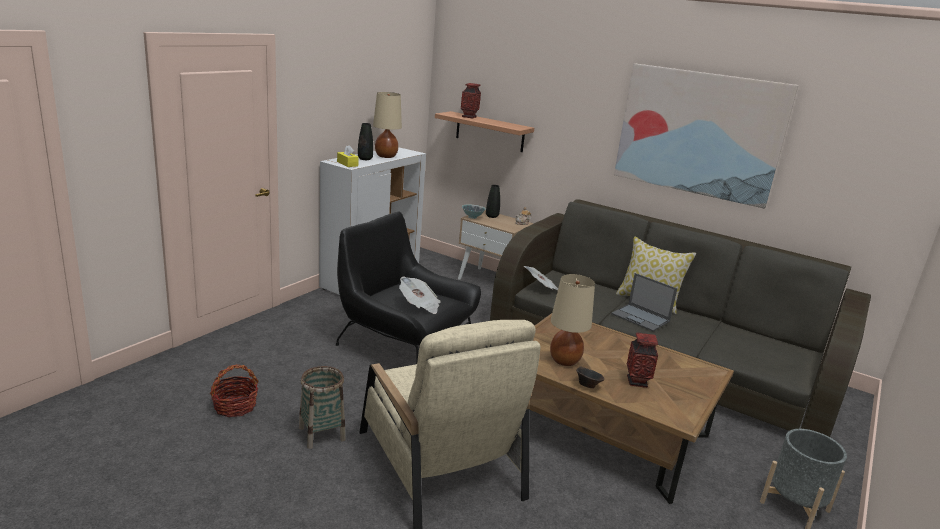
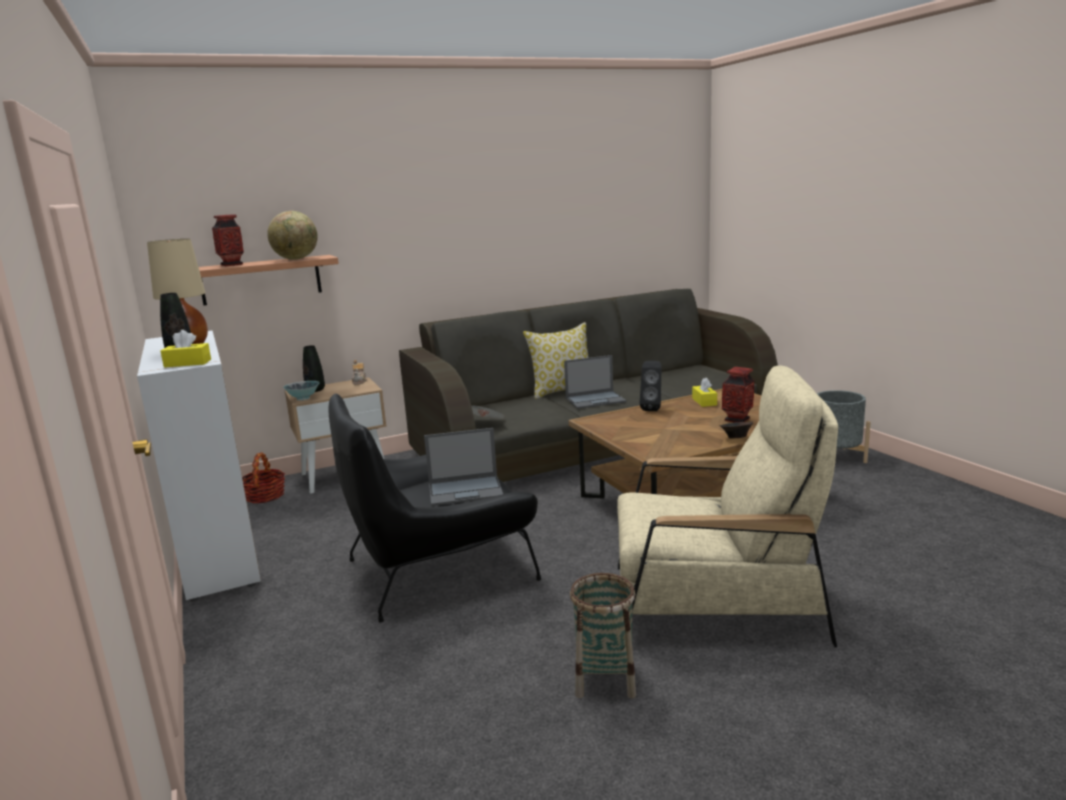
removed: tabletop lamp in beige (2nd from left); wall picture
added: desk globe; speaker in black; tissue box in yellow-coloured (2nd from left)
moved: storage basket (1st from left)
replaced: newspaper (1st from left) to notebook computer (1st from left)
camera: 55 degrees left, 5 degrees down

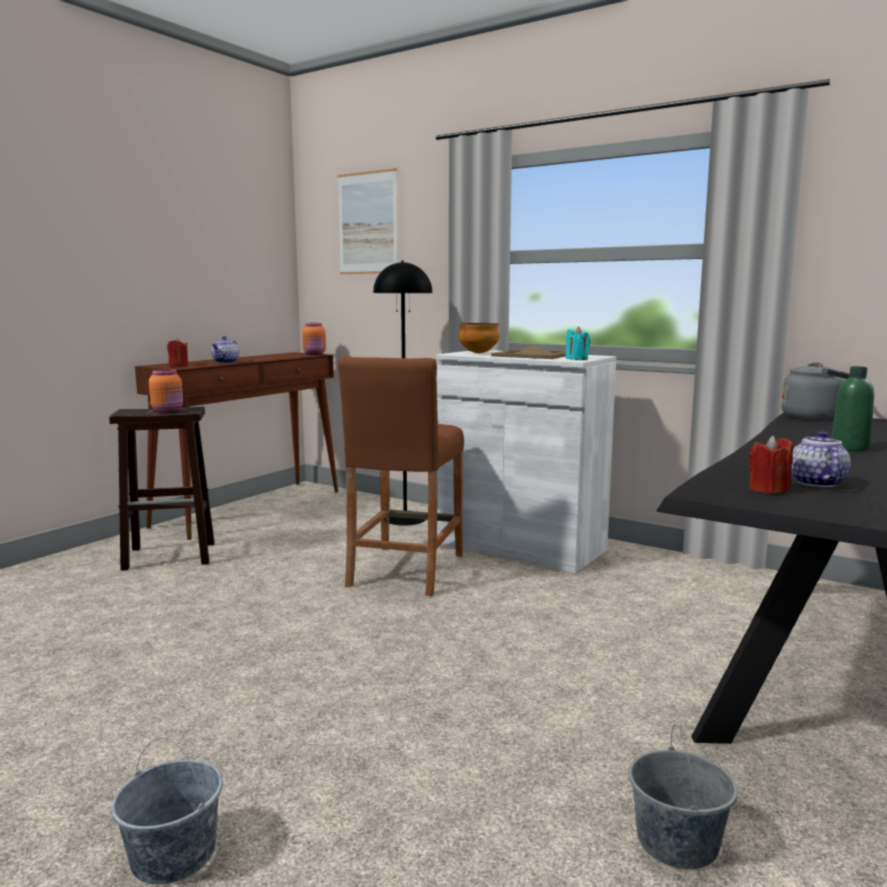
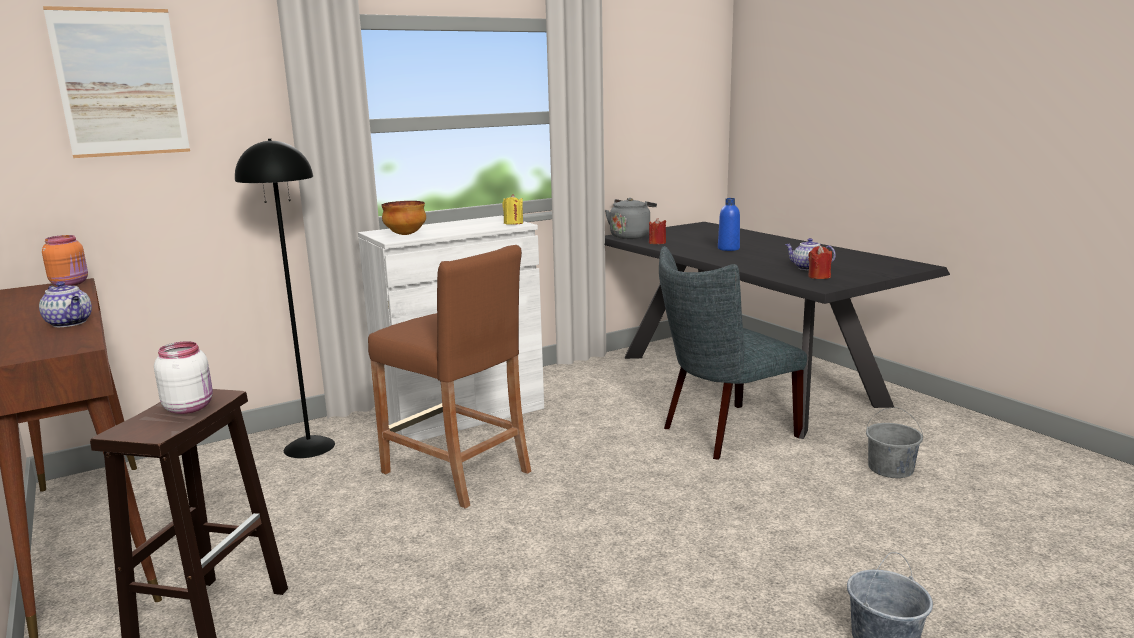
removed: carrying tray in beige
added: upright chair in greyish
moved: wax candle in red-coloured (1st from left)
recoloured: jar in orange (1st from left) to jar in white; wax candle in turquoise to wax candle in yellow-coloured; bottle in greenish to bottle in blue
camera: 65 degrees left, 5 degrees up

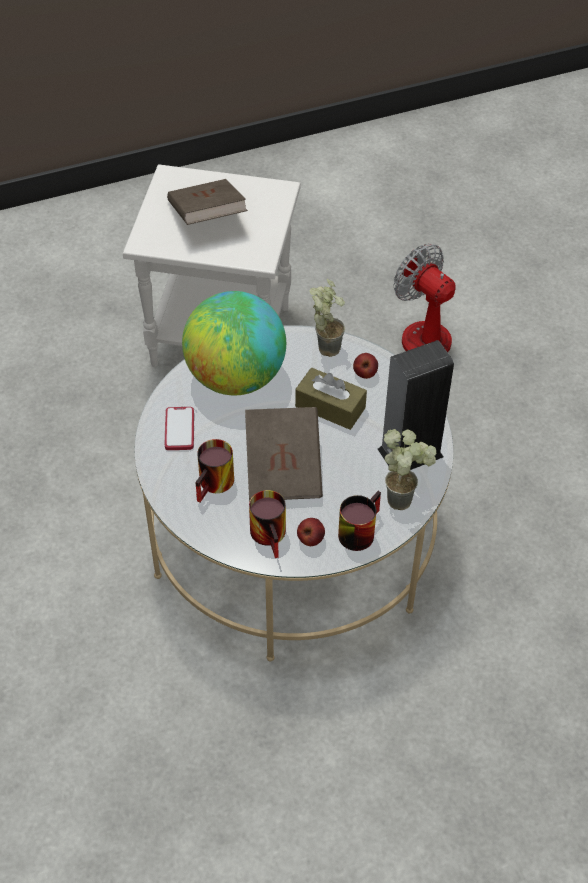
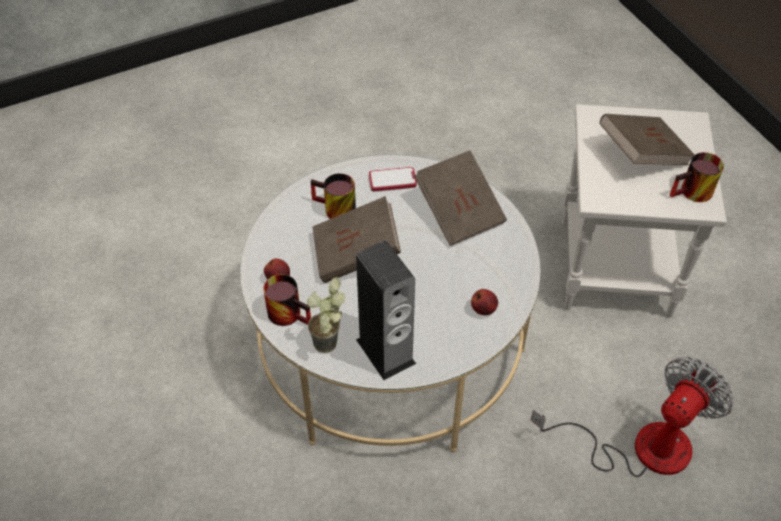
removed: tissue box in brown; potted plant (1st from left)
moved: mug (2nd from left in the first image) to mug (3rd from left)
replaced: desk globe to bound book in brown (2nd from left)
camera: 85 degrees right, 0 degrees up

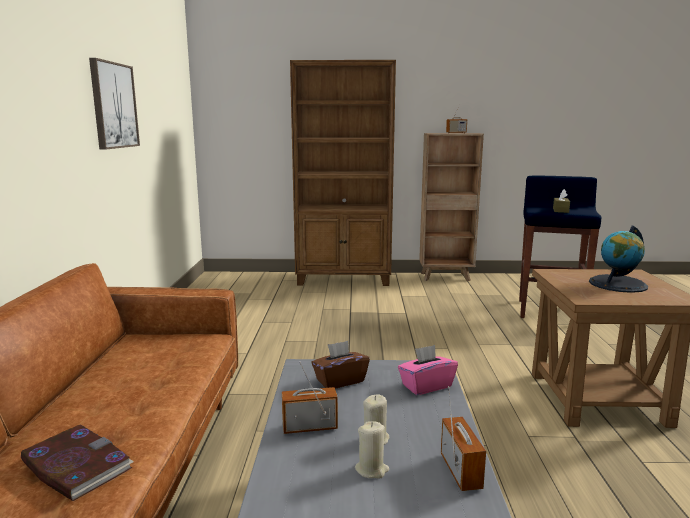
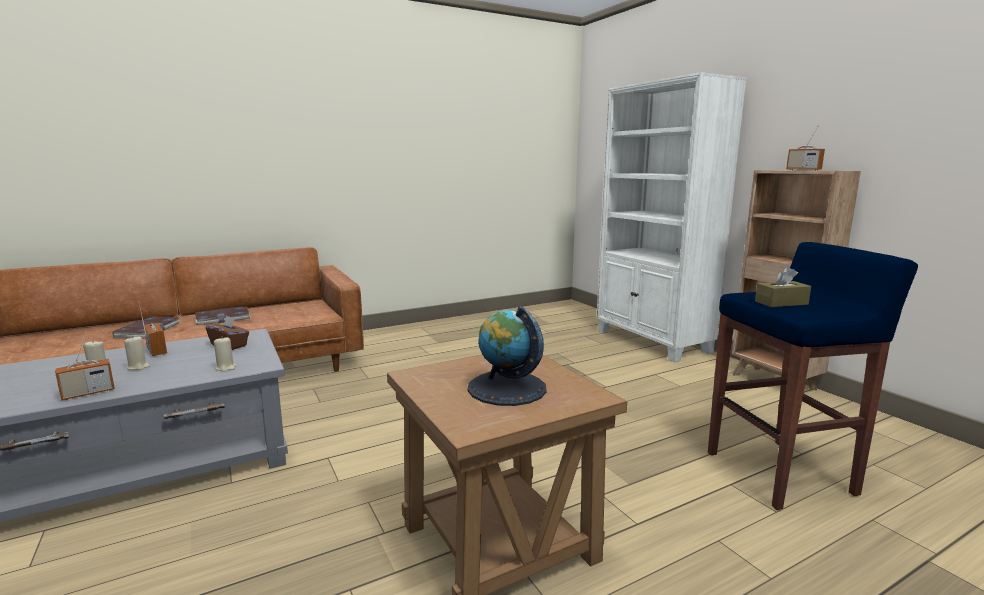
removed: wall picture
added: bound book (2nd from left)
replaced: tissue box in pink to wax candle in beige (3rd from left)
recoloured: bookshelf in brown (1st from left) to bookshelf in white
camera: 60 degrees right, 0 degrees up

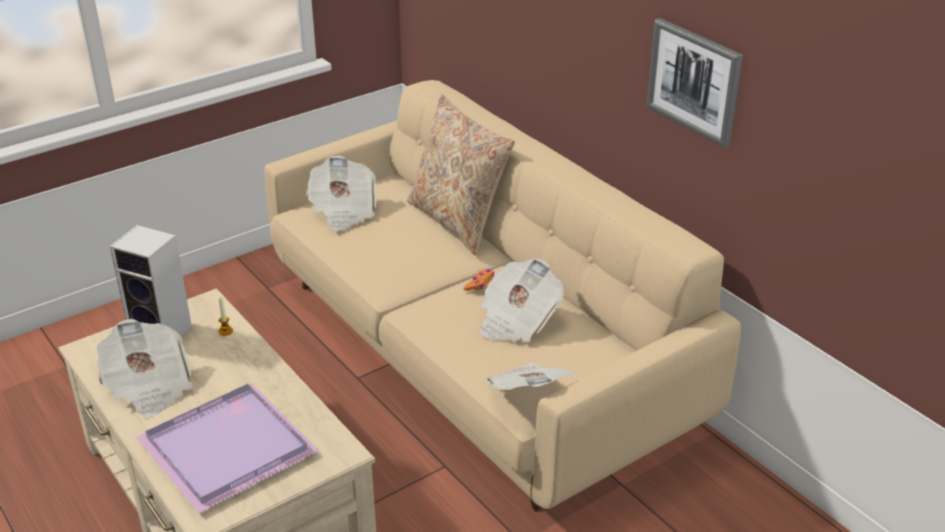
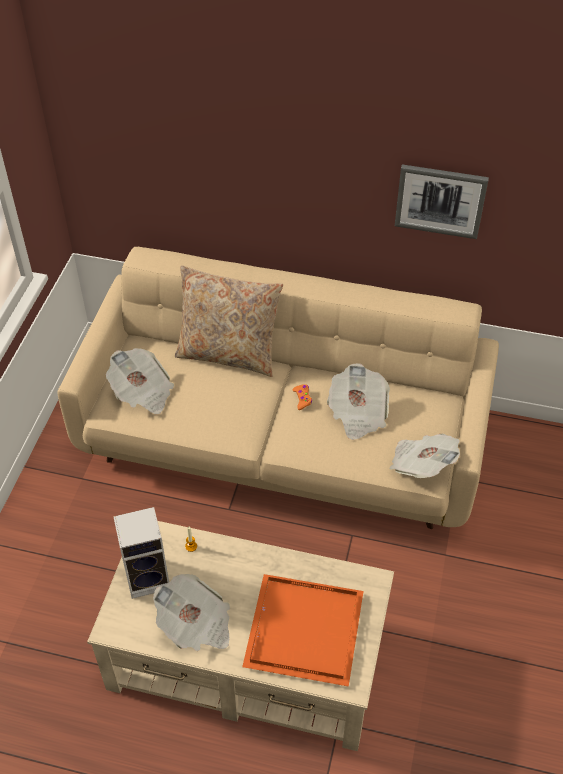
recoloured: carrying tray in purple-coloured to carrying tray in orange
camera: 40 degrees left, 15 degrees up

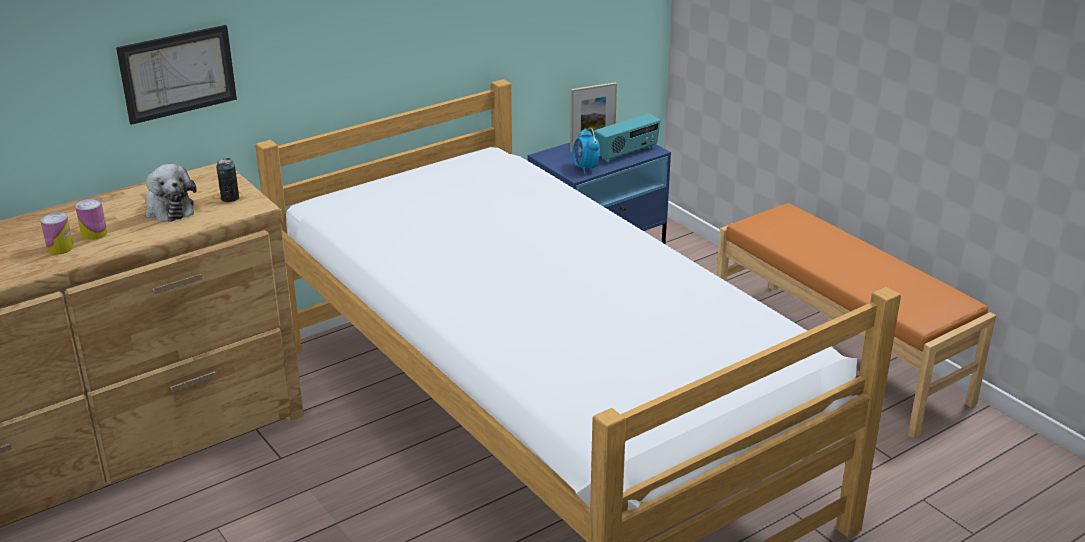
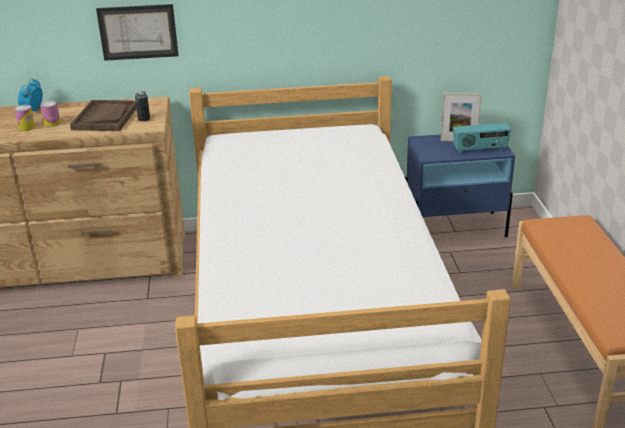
moved: bedside clock
replaced: soft toy to carrying tray in brown
camera: 30 degrees right, 0 degrees up

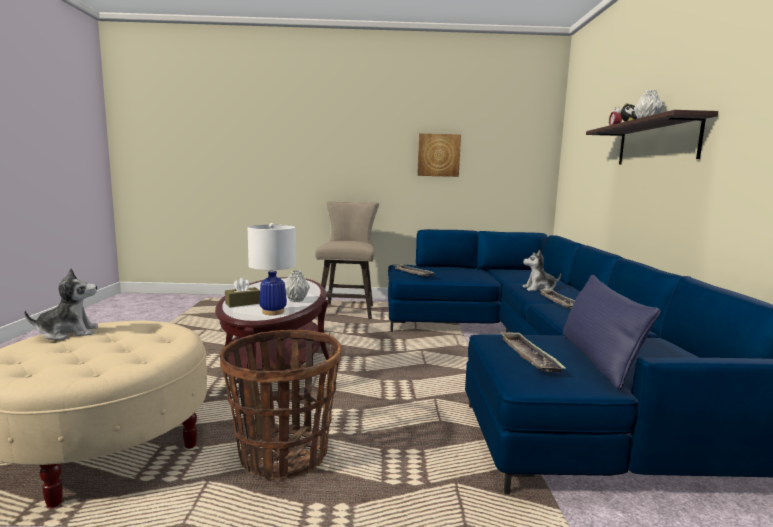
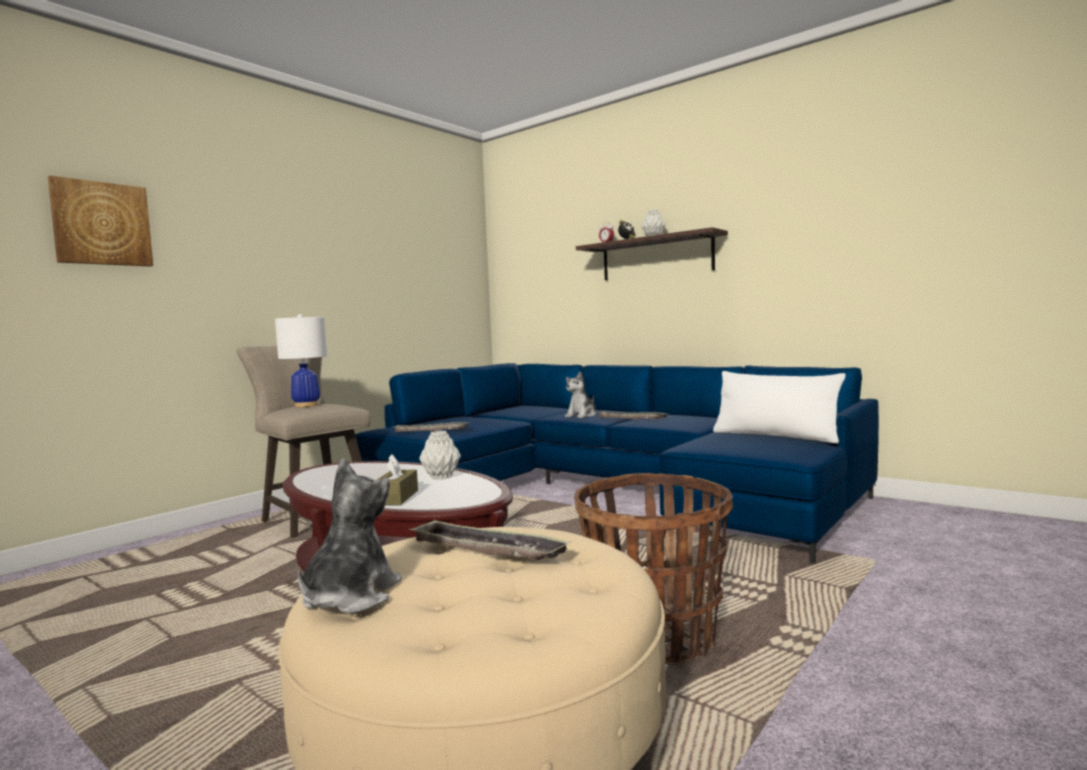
moved: tabletop lamp in white; wall picture; carrying tray (2nd from left)
recoloured: cushion in blue to cushion in white
camera: 50 degrees left, 5 degrees down

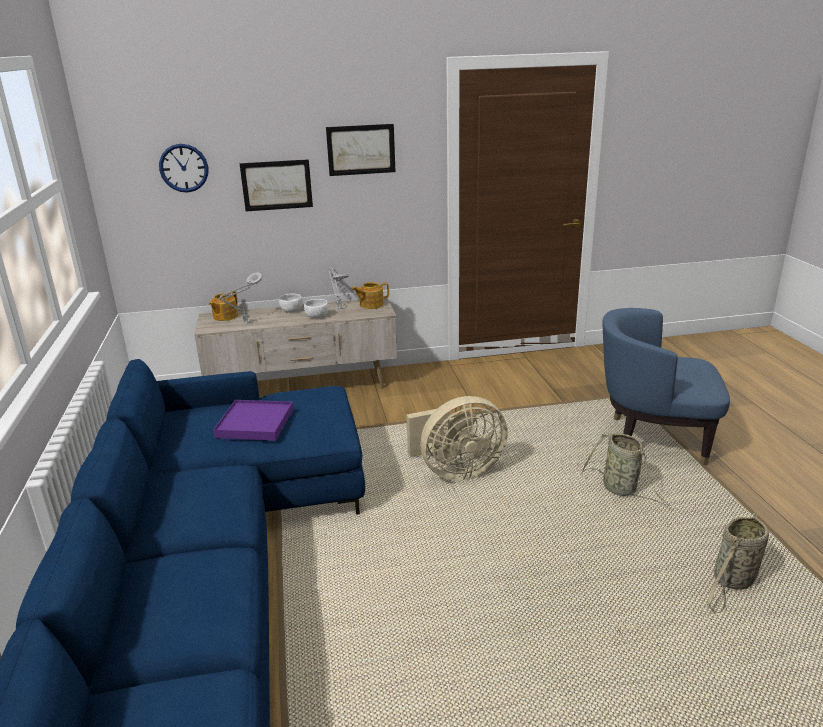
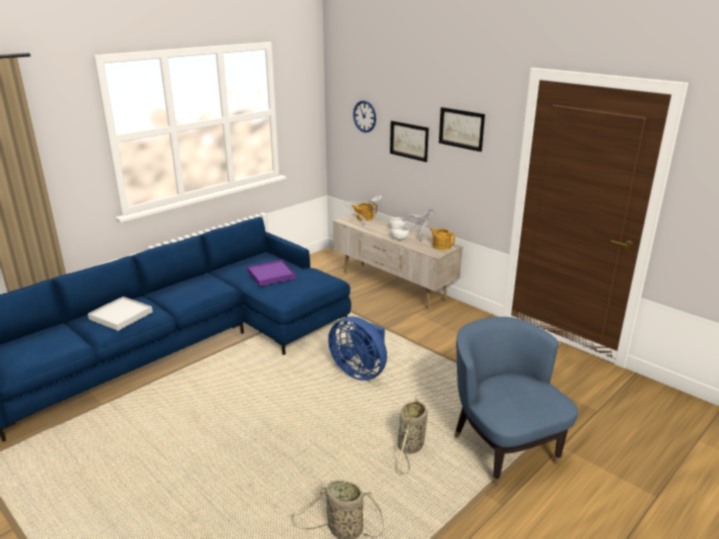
added: carrying tray in white
recoloured: electric fan in beige to electric fan in blue
camera: 55 degrees right, 0 degrees up

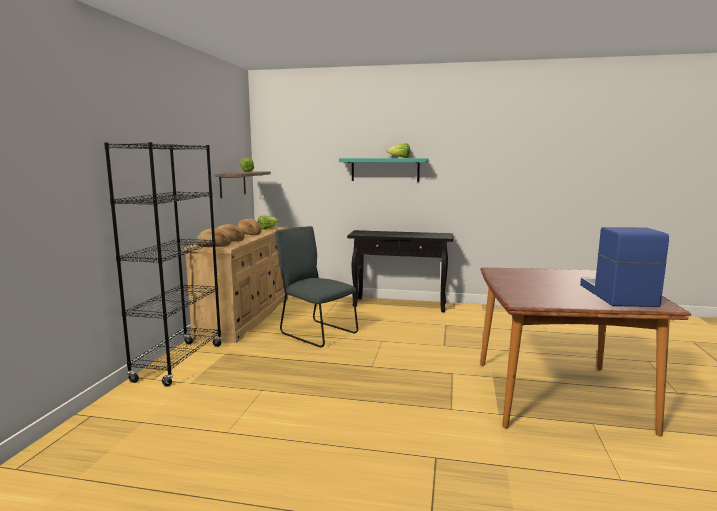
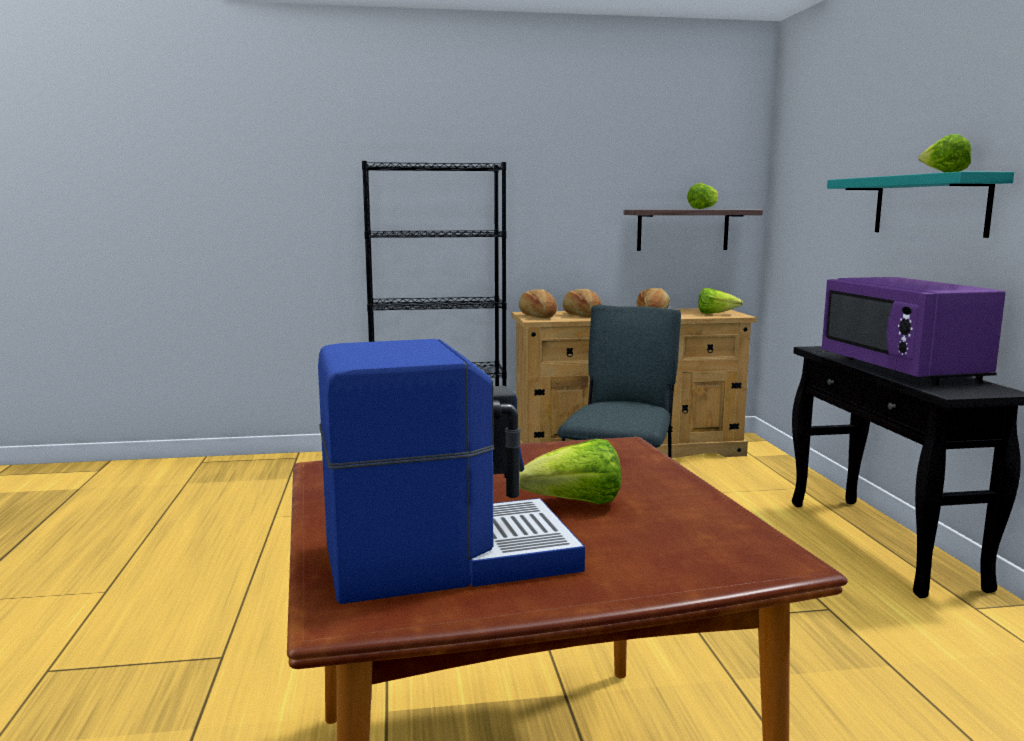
added: lettuce (1st from left); kitchen microwave in purple-coloured
camera: 70 degrees right, 0 degrees up

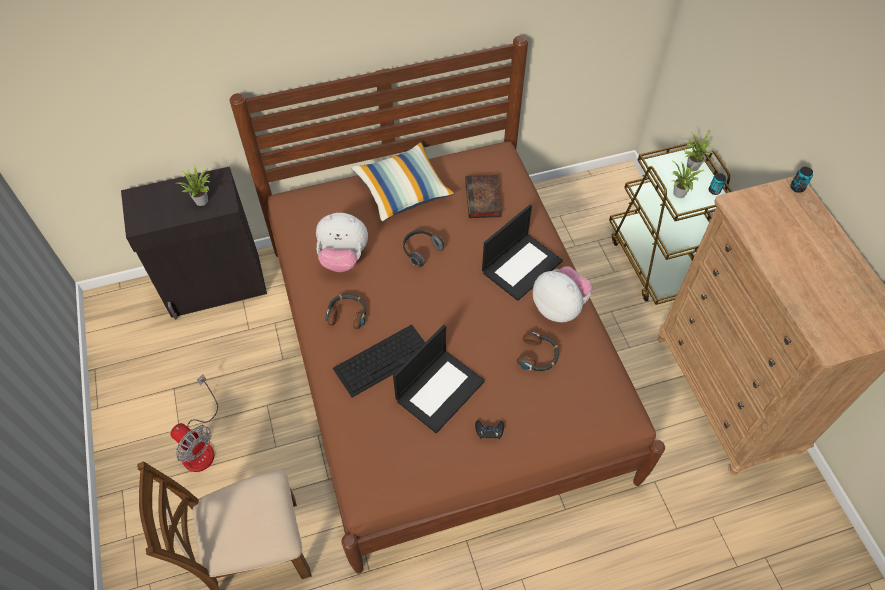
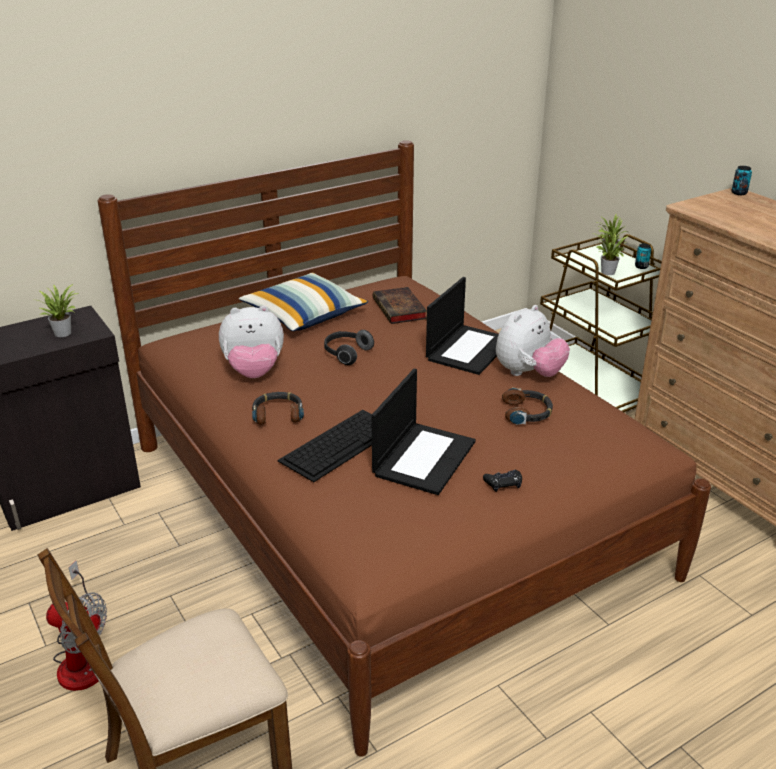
turned: soft toy (2nd from left) 105 degrees clockwise
camera: 15 degrees left, 25 degrees down

